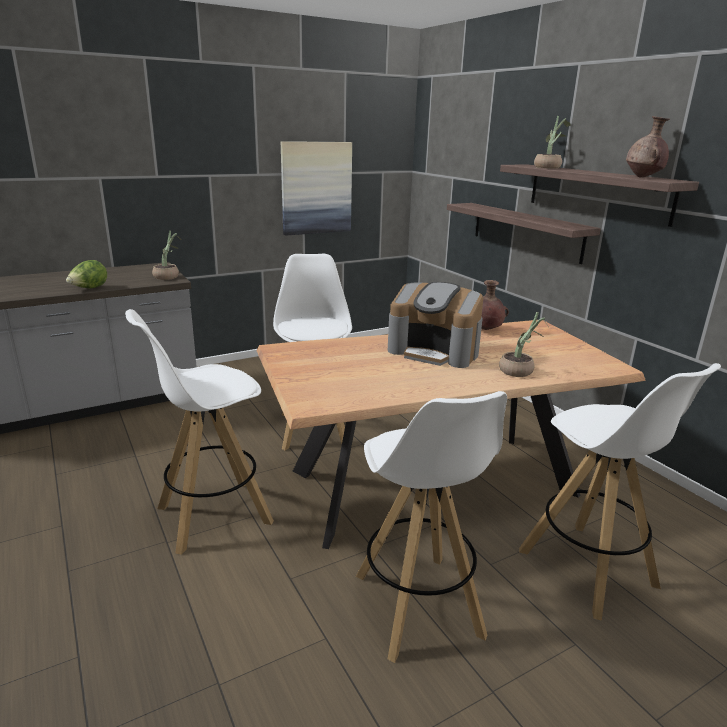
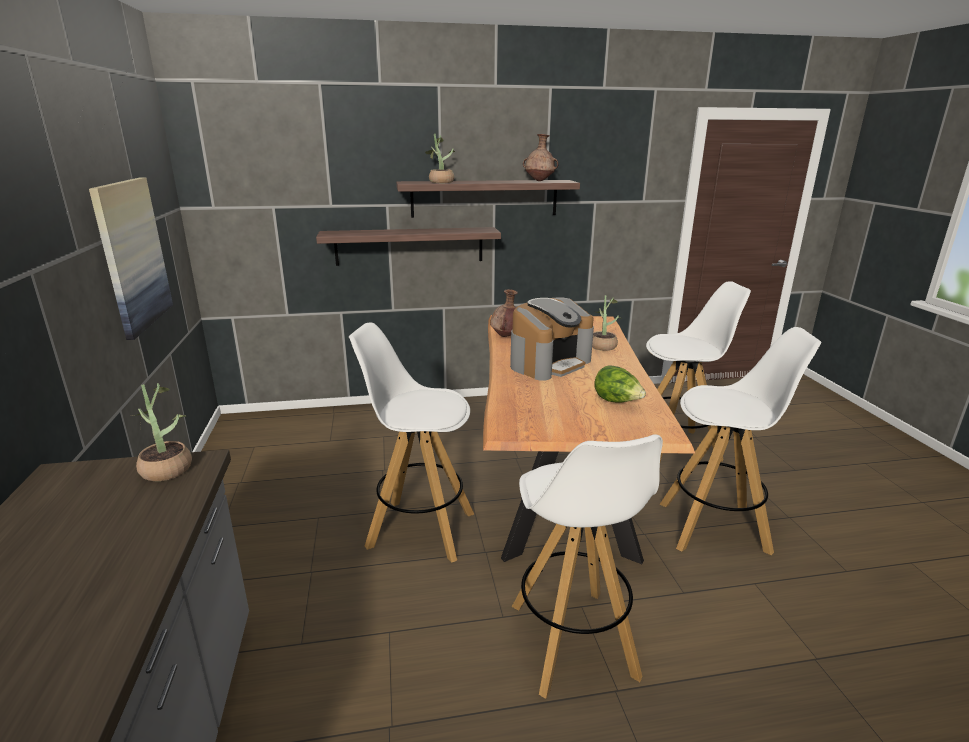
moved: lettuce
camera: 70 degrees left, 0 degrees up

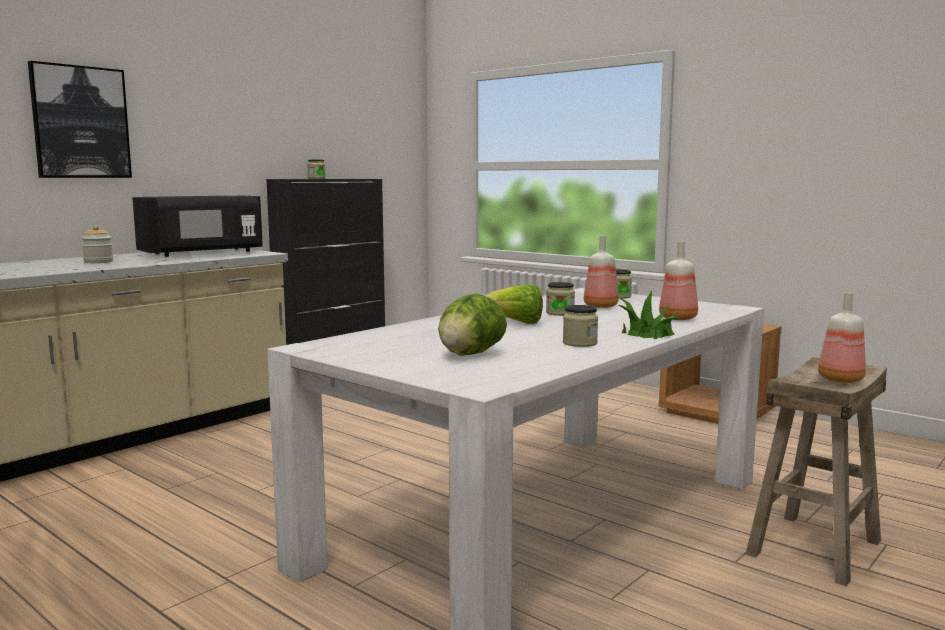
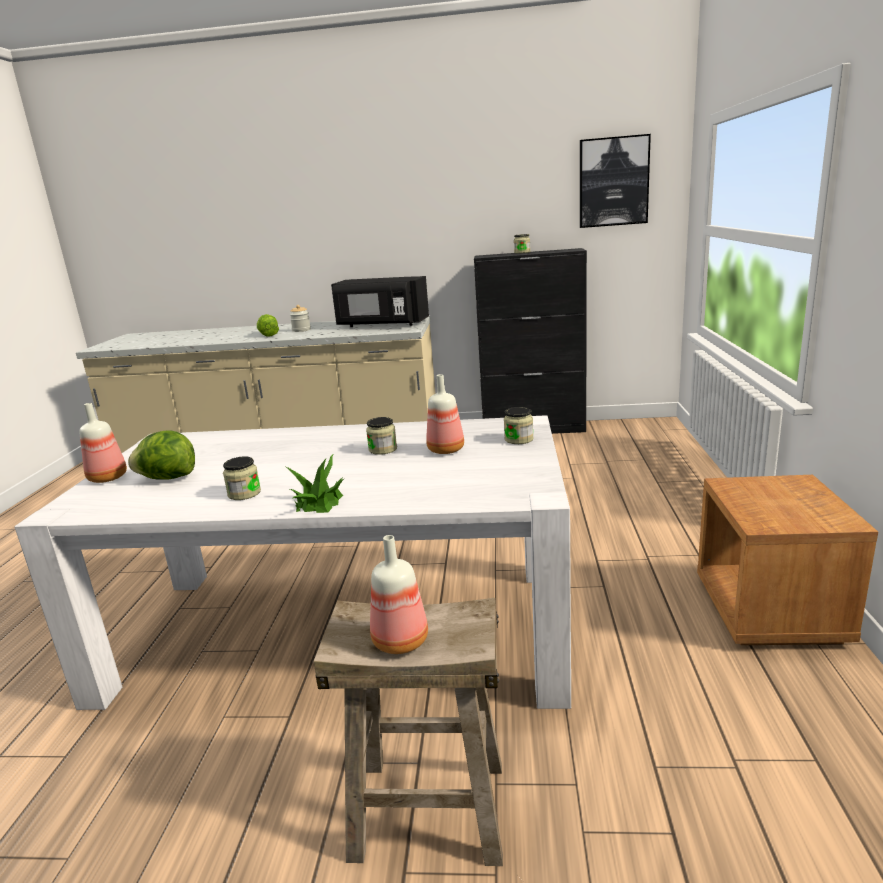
moved: wall picture; lettuce (2nd from left); bottle (2nd from left in the first image) to bottle (1st from left)
camera: 55 degrees right, 10 degrees up

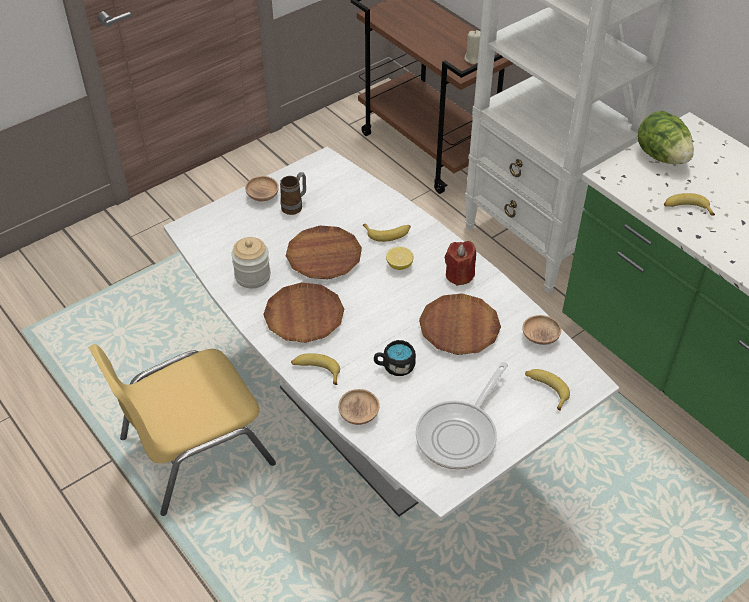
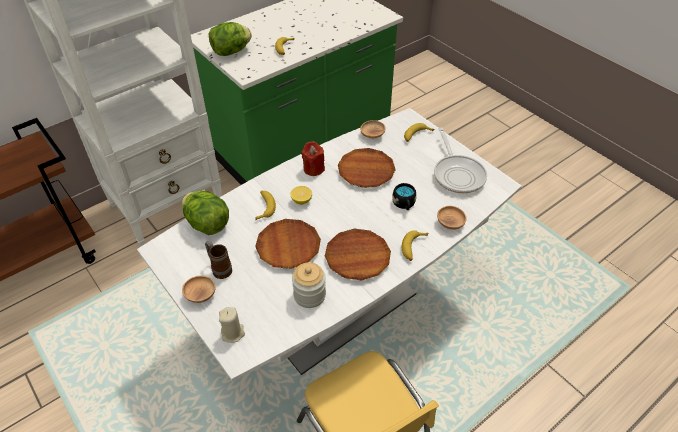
added: lettuce (1st from left)
moved: wax candle in beige
turned: skillet 45 degrees clockwise
camera: 90 degrees left, 0 degrees up

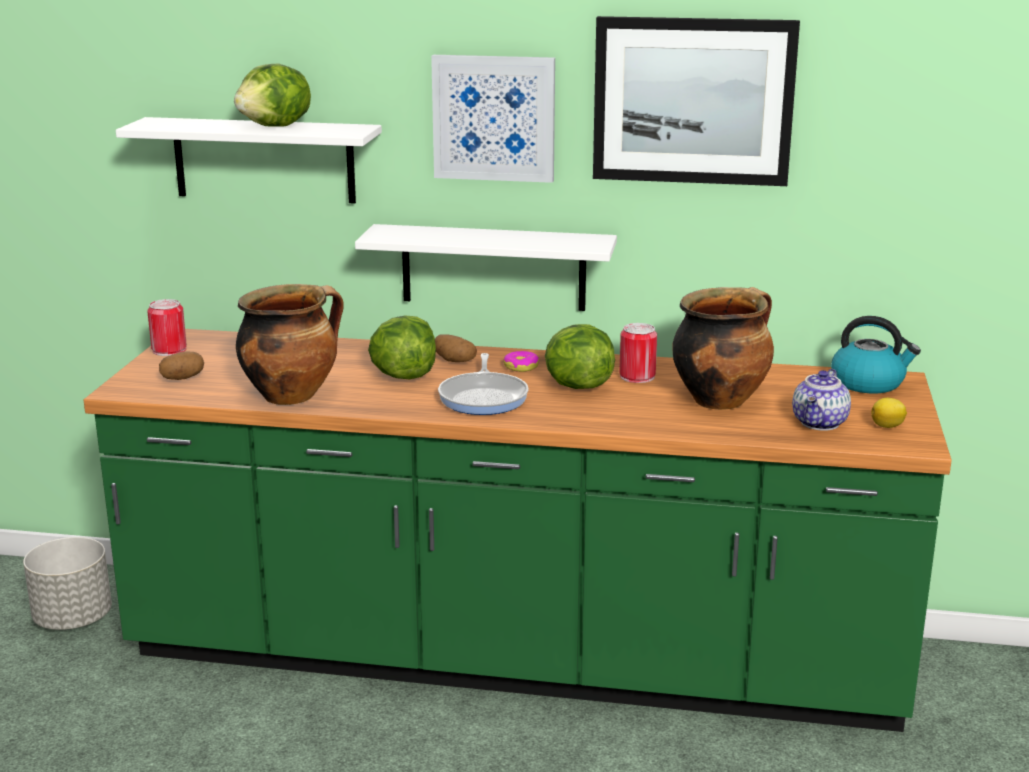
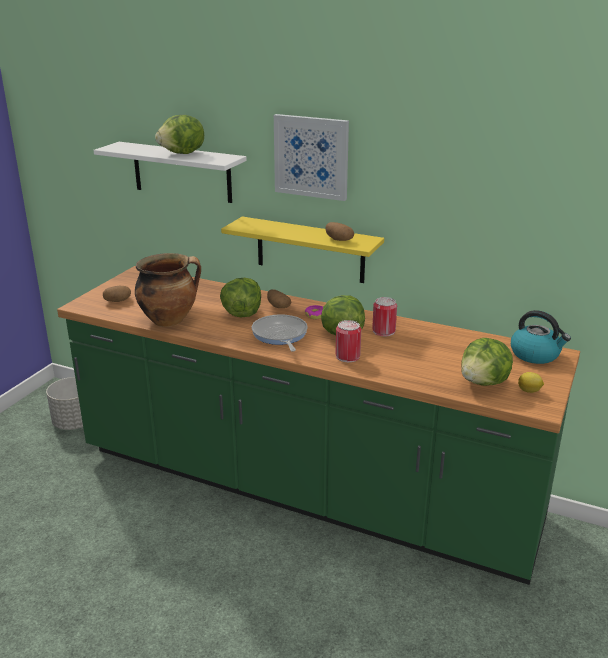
removed: wall picture (2nd from left); cooking pot (2nd from left)
added: whole potato (3rd from left)
moved: can (1st from left)
replaced: tea pot to lettuce (4th from left)
recoloured: bracket shelf in white (2nd from left) to bracket shelf in yellow-coloured
turned: skillet 150 degrees clockwise
camera: 15 degrees right, 5 degrees up

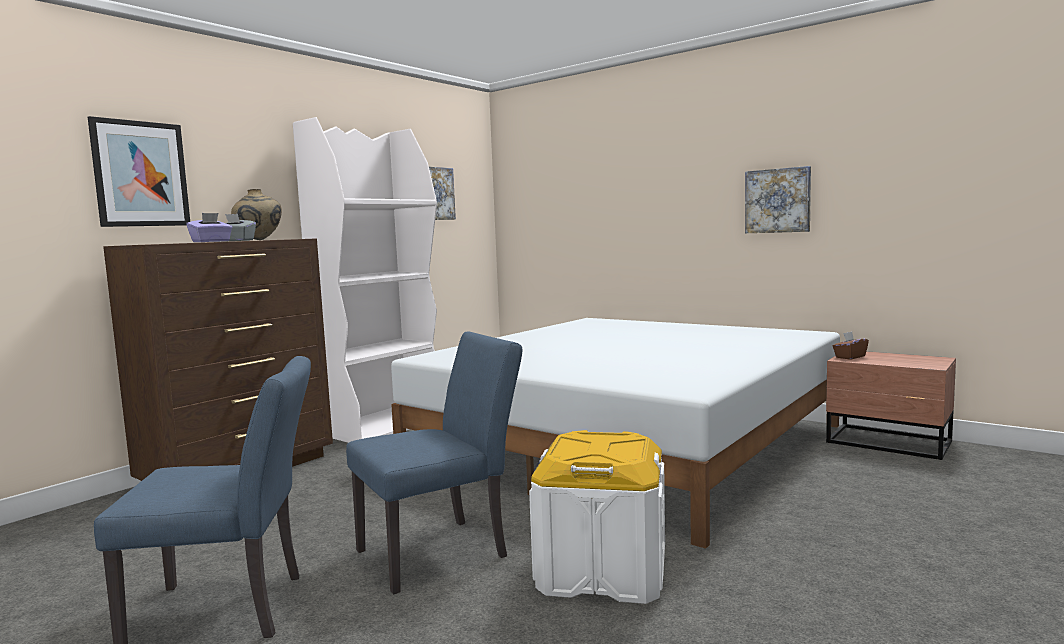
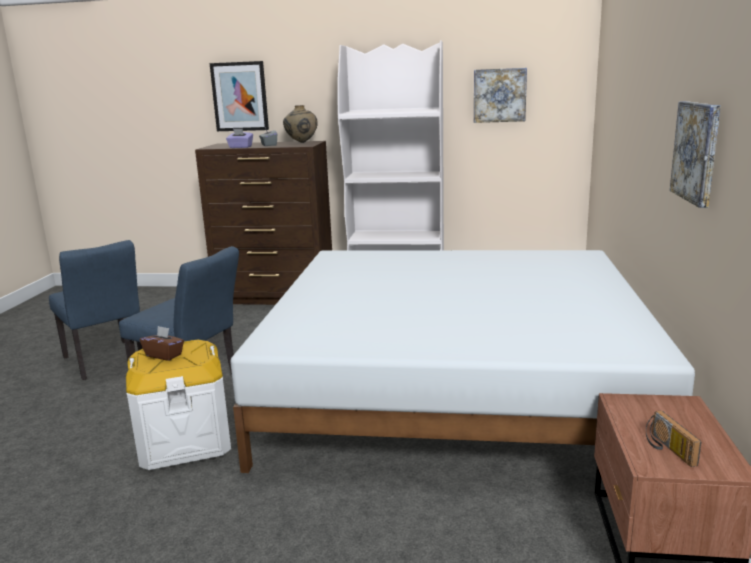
added: radio set
moved: tissue box in brown
camera: 60 degrees right, 10 degrees up

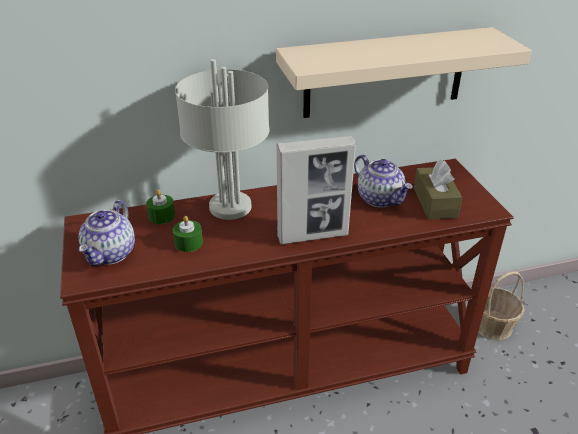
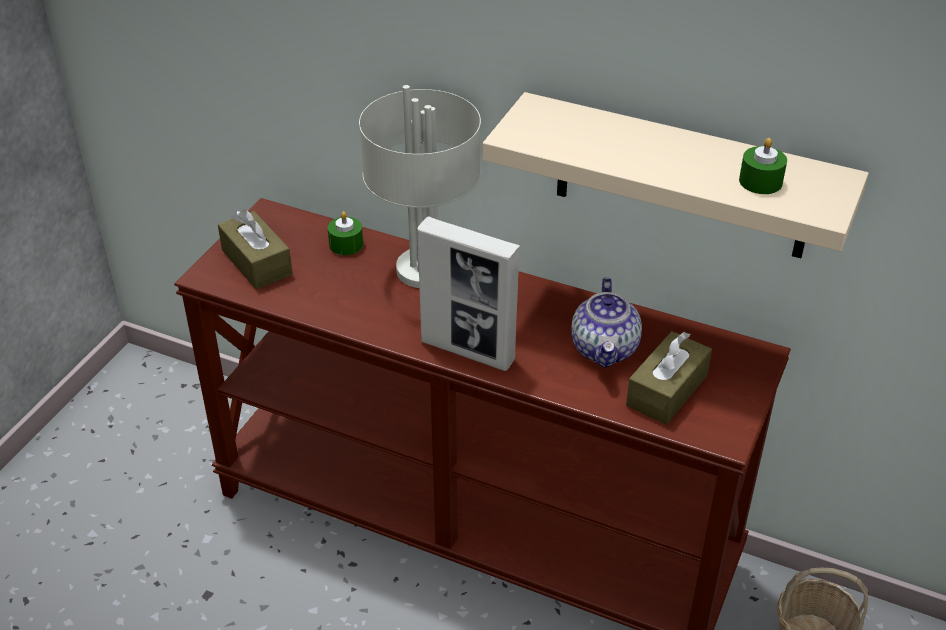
moved: wax candle in greenish (2nd from left)
replaced: tea pot (1st from left) to tissue box in brown (1st from left)
camera: 40 degrees right, 5 degrees up

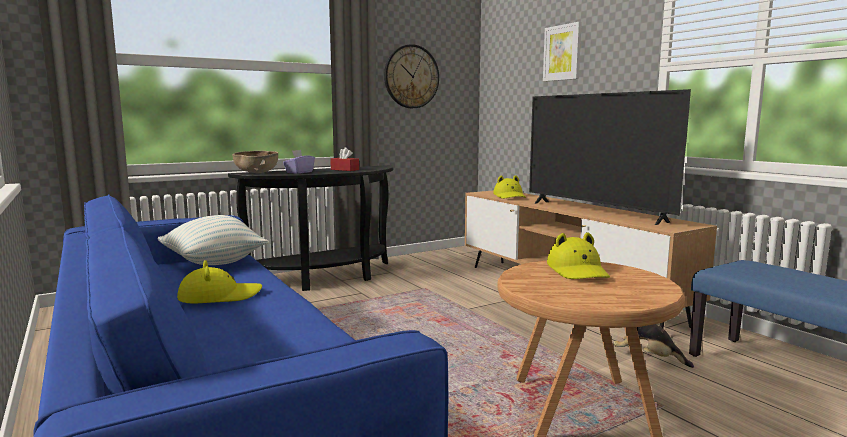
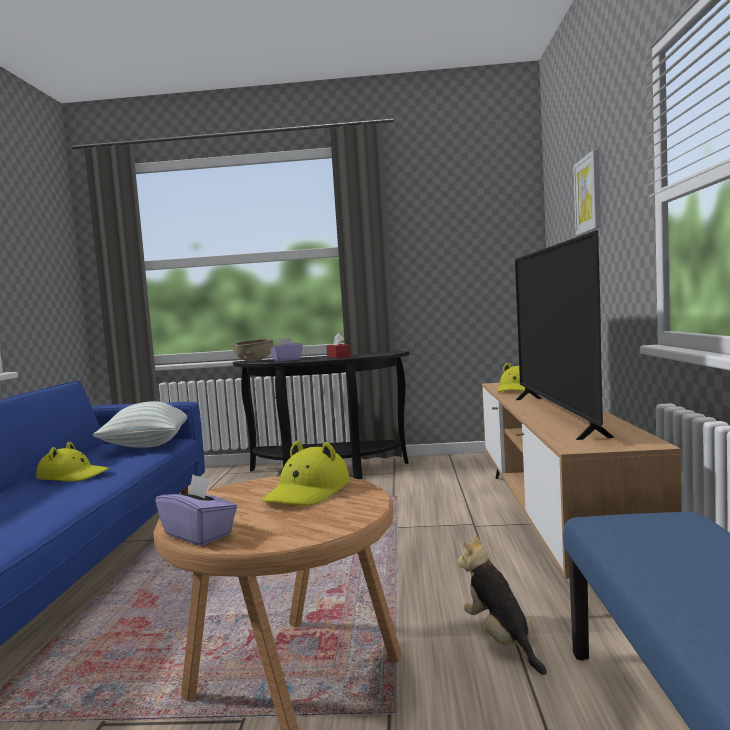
removed: clock on the wall
added: tissue box in purple-coloured (1st from left)
camera: 35 degrees right, 5 degrees down

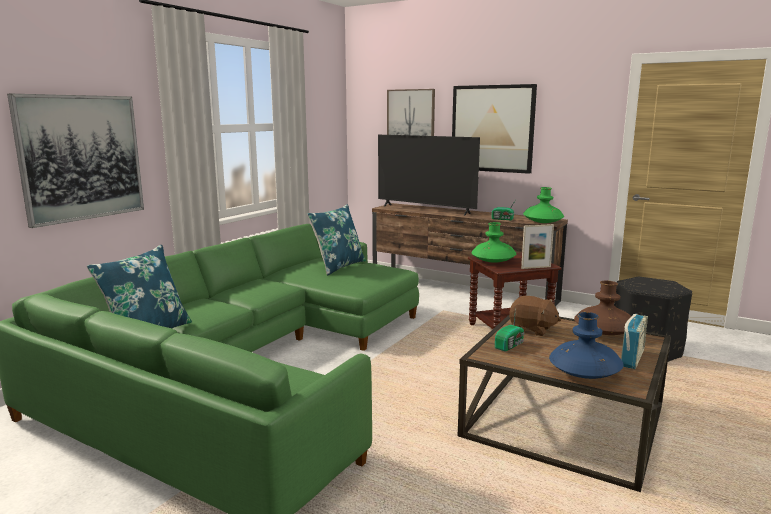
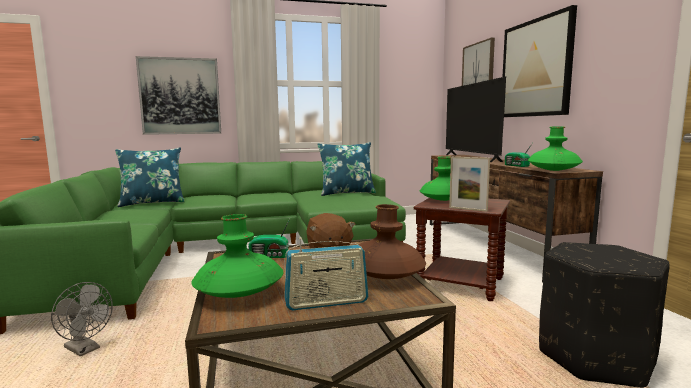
added: electric fan in greyish
recoloured: decorative vase in blue to decorative vase in greenish (1st from left)
camera: 45 degrees right, 5 degrees down

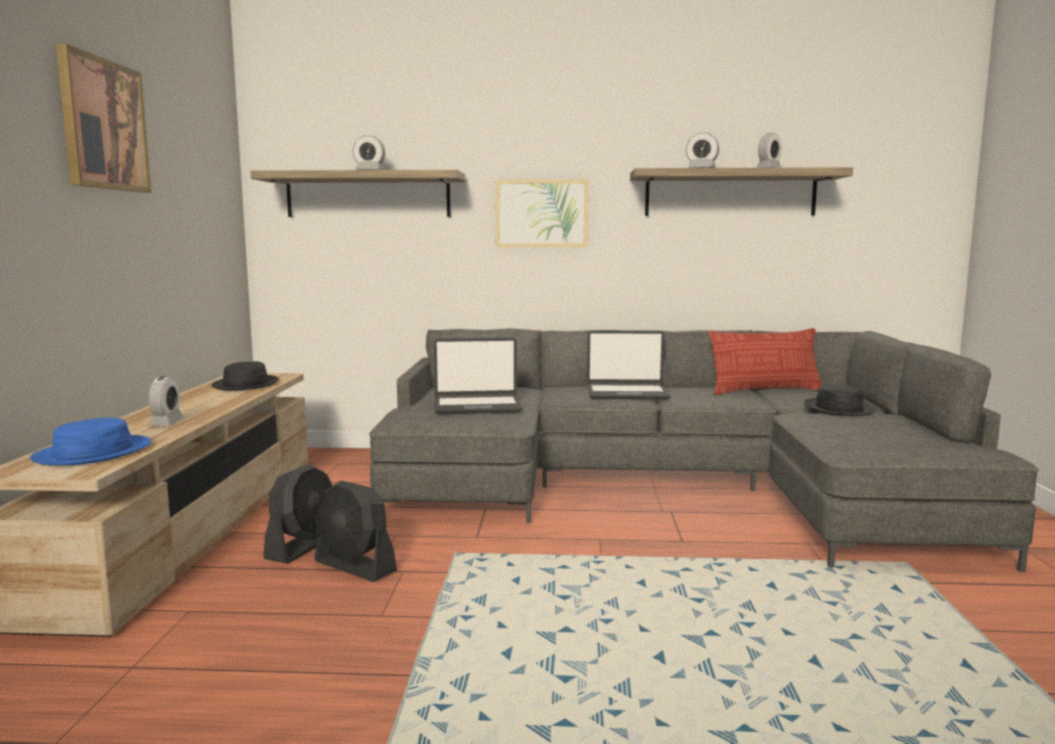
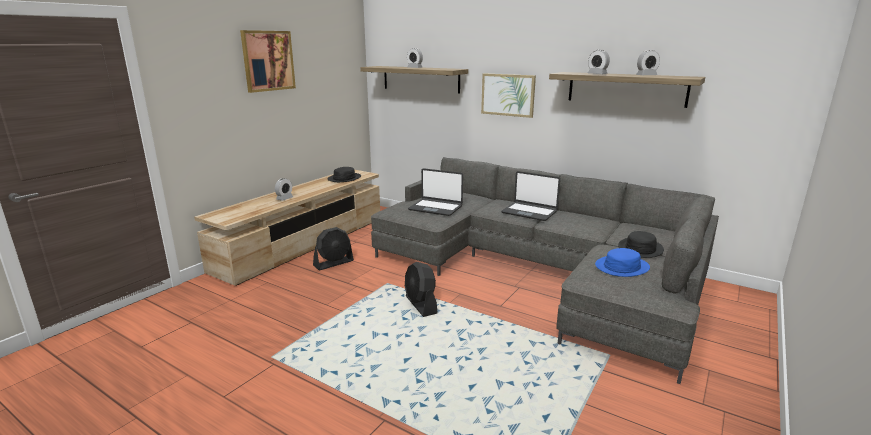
removed: cushion
moved: hat in blue; electric fan in black (2nd from left)
camera: 30 degrees right, 10 degrees up

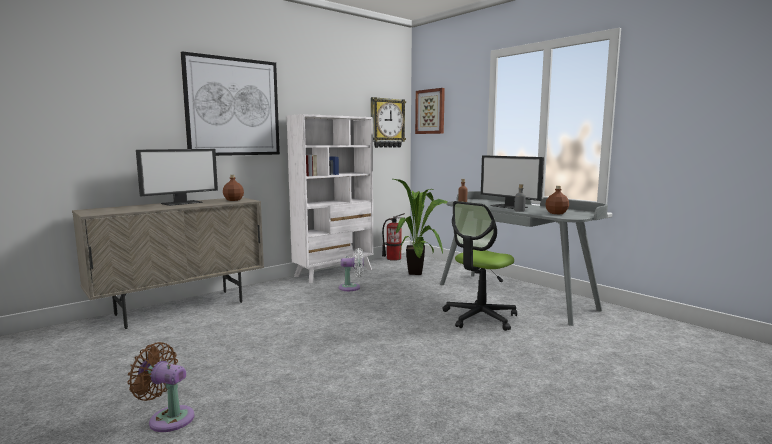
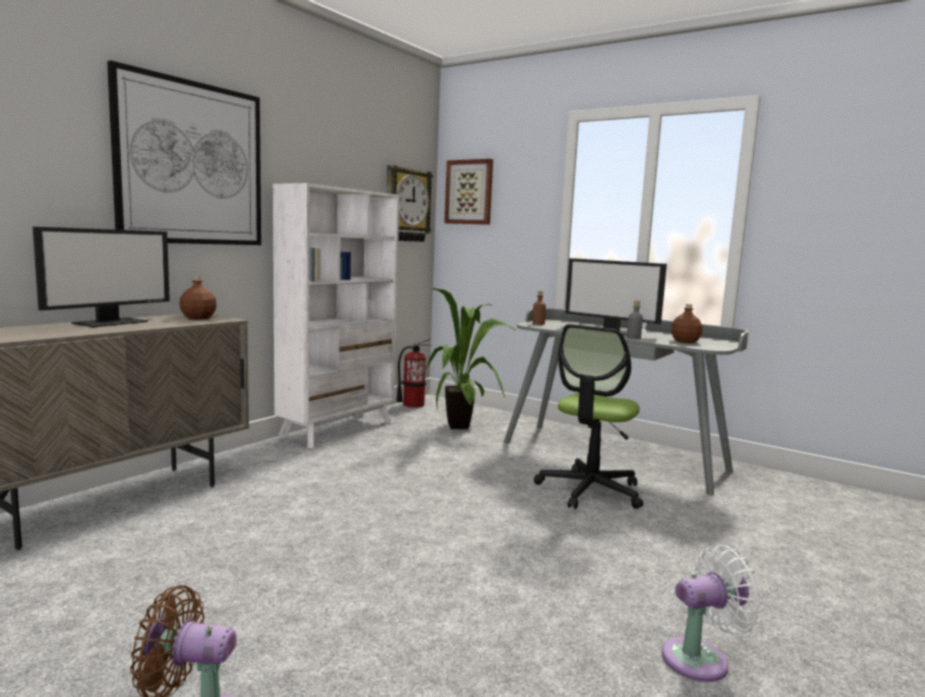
moved: electric fan in white
camera: 15 degrees left, 0 degrees up

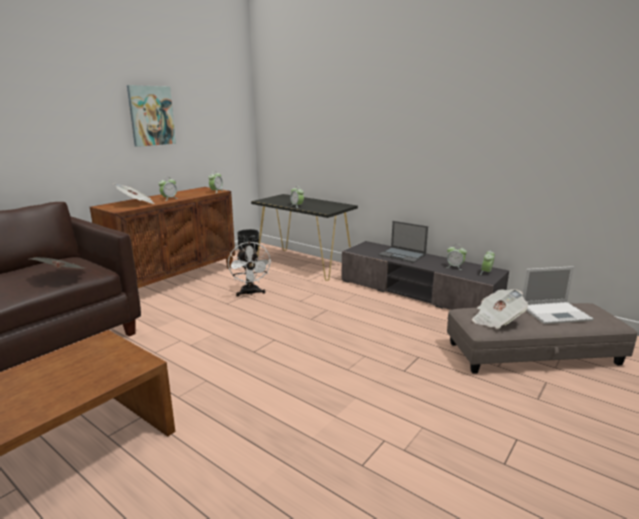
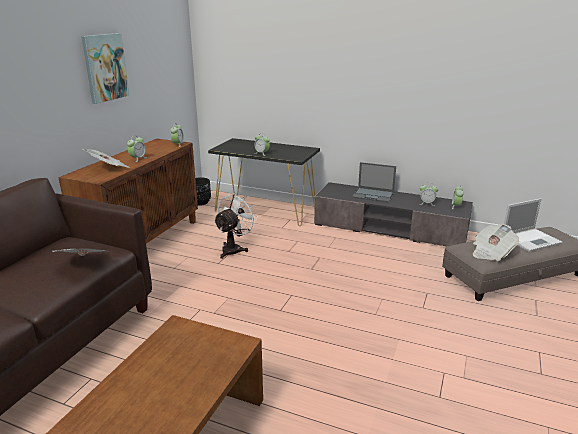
turned: electric fan in white 120 degrees counterclockwise
camera: 15 degrees left, 5 degrees up

